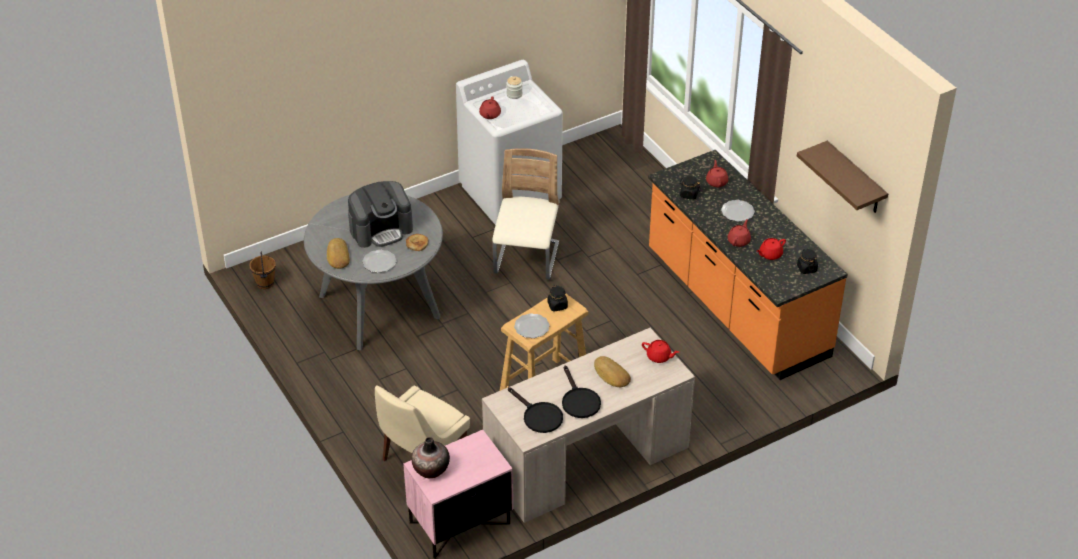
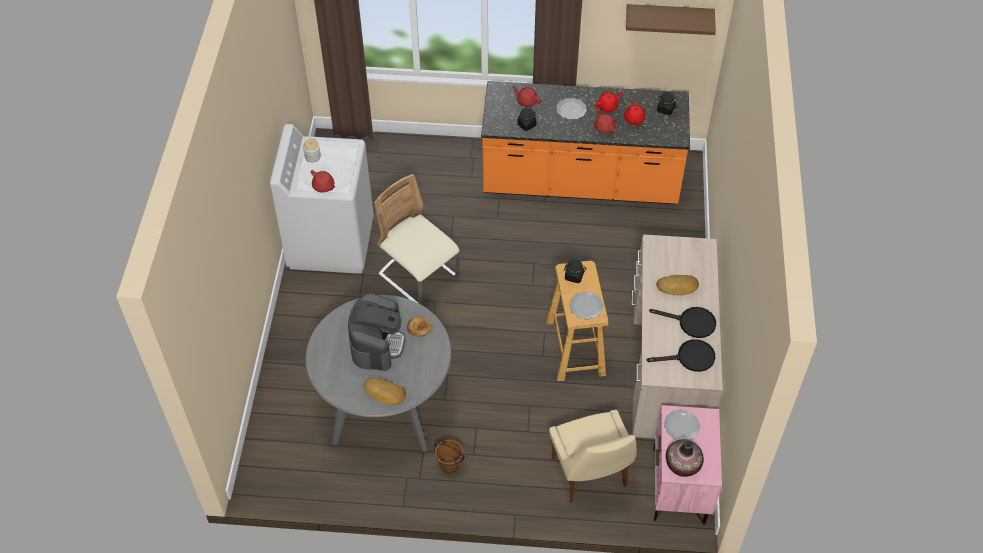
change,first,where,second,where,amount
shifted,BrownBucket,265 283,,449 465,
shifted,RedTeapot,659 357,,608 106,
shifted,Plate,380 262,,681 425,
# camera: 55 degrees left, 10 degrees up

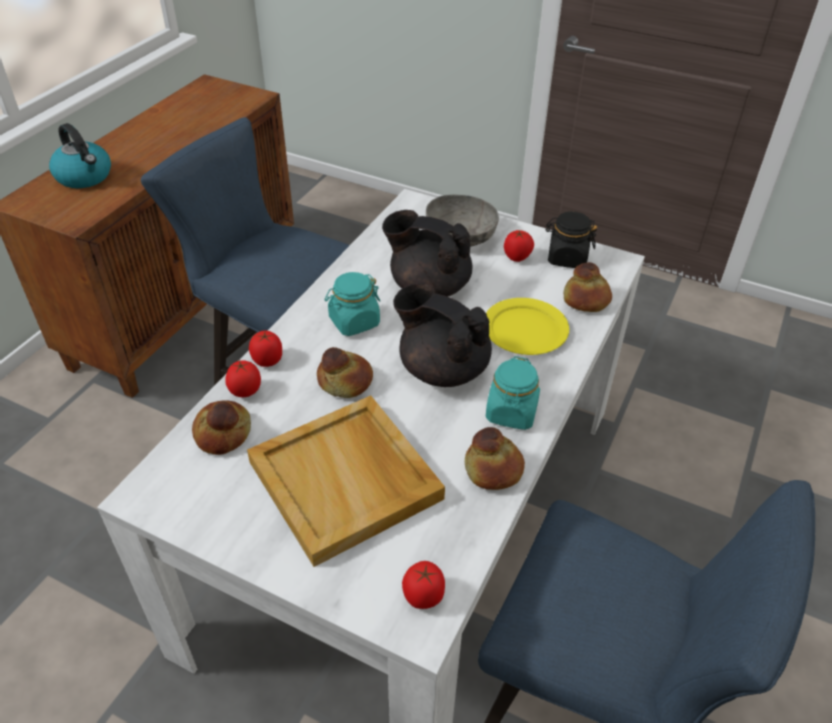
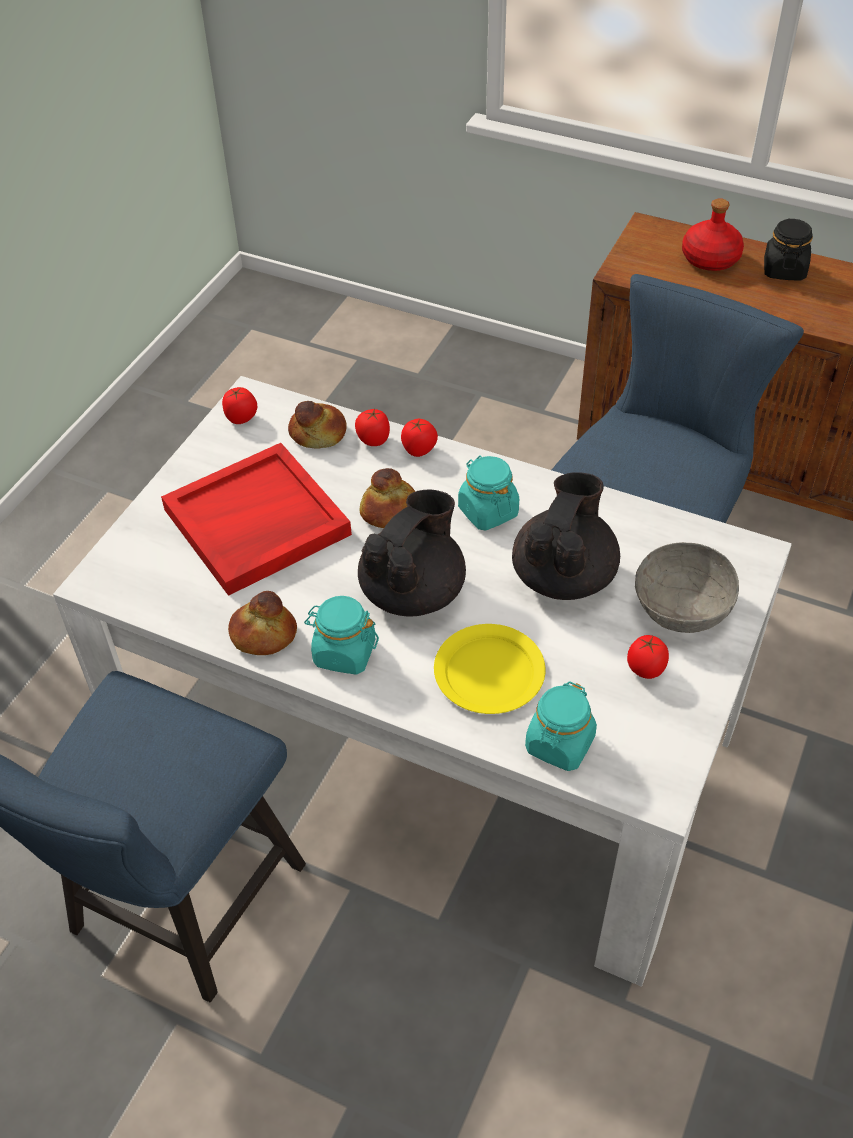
change,first,where,second,where,amount
repainted,BeigeTray,347 480,RedTray,256 523,
shifted,Tomato,423 596,,241 419,
swapped,Bread,585 300,TurquoiseJar,559 744,
swapped,Kettle,85 177,RedBottle,711 259,
shifted,BlackJar,566 258,,784 270,
# camera: 90 degrees right, 5 degrees up

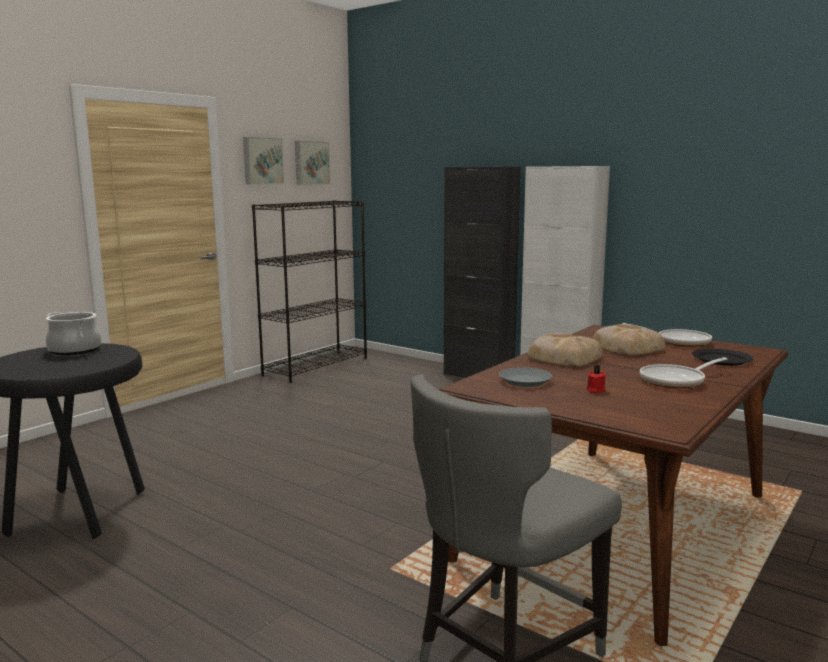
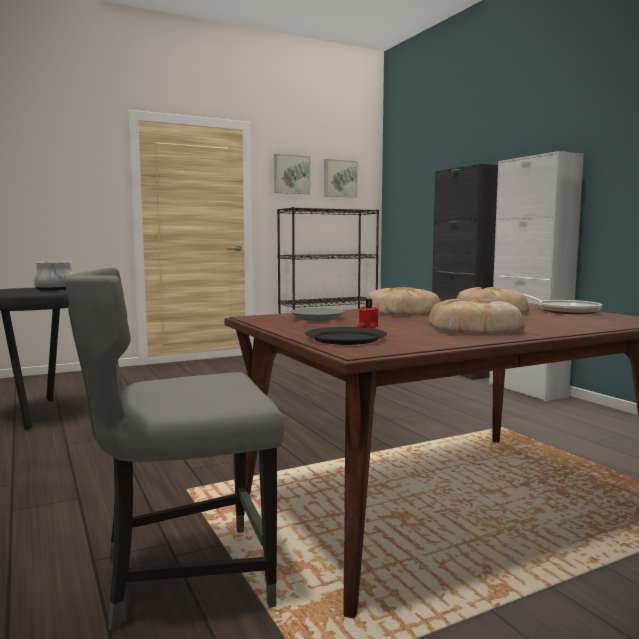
change,first,where,second,where,amount
shifted,BlackPlate,722 359,,346 339,
swapped,FryingPan,676 381,Bread,476 328,
# camera: 25 degrees right, 5 degrees down

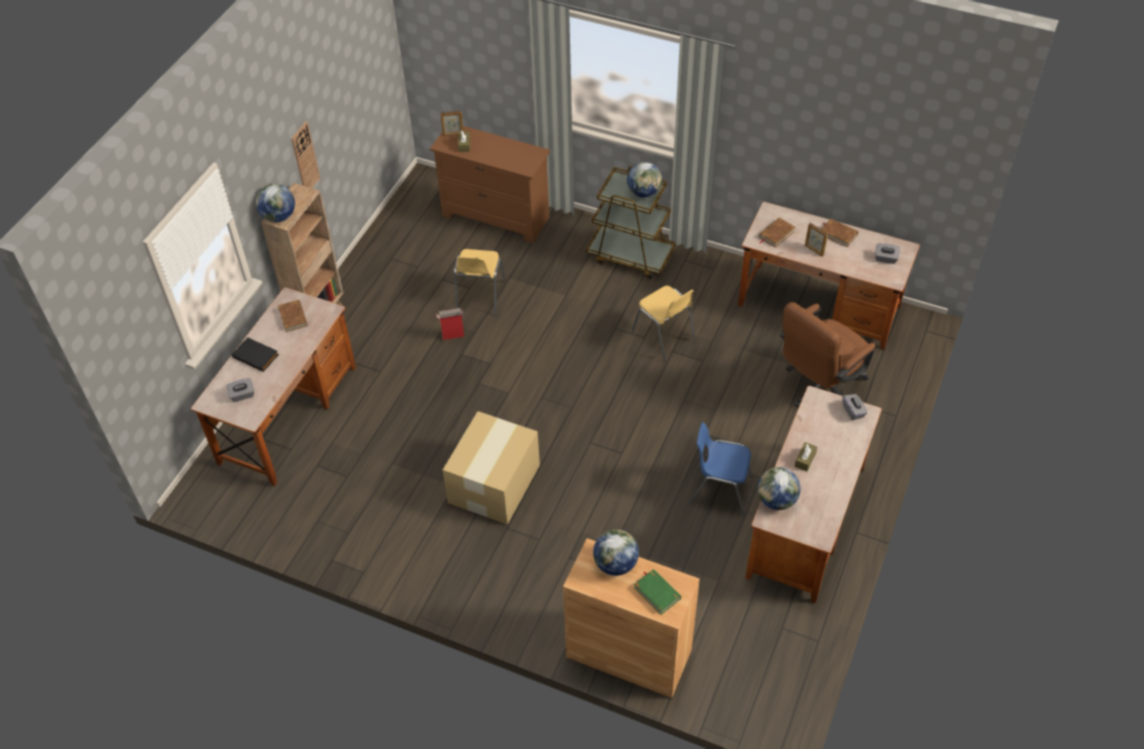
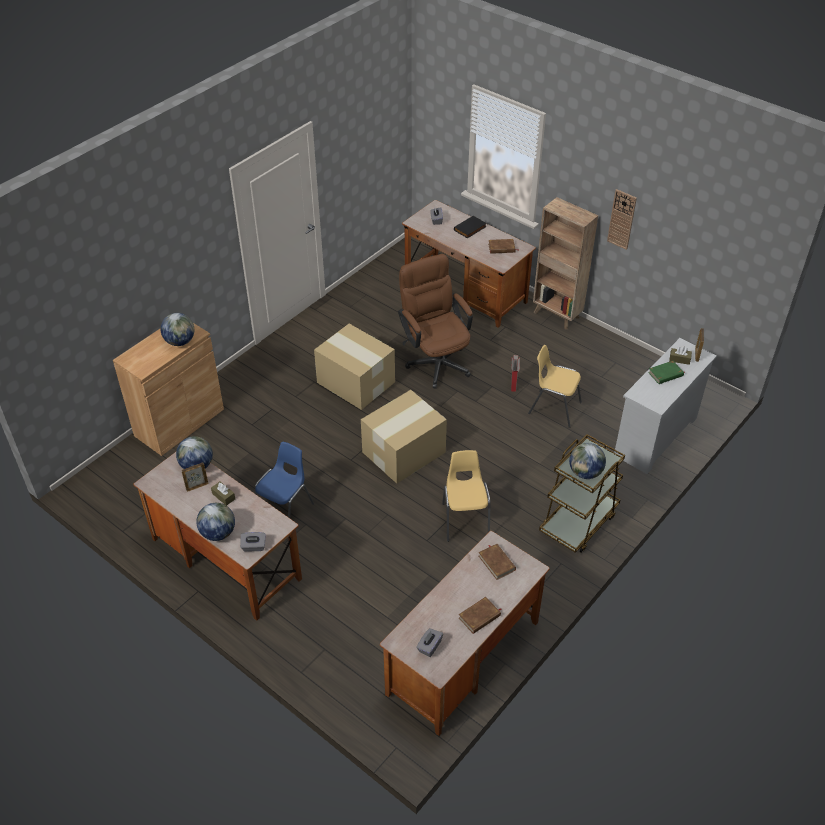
change,first,where,second,where,amount
shifted,PictureFrame,814 250,,197 486,
shifted,Globe,279 217,,218 533,
new,,,CardboardBox,402 452,
shifted,BrownOfficeChair,818 388,,435 360,
rotated,YellowChair,664 337,,465 520,105 degrees clockwise
repainted,BrownDresser,496 216,WhiteDresser,655 437,
shifted,GreenBook,657 593,,665 374,
# camera: 105 degrees right, 5 degrees down

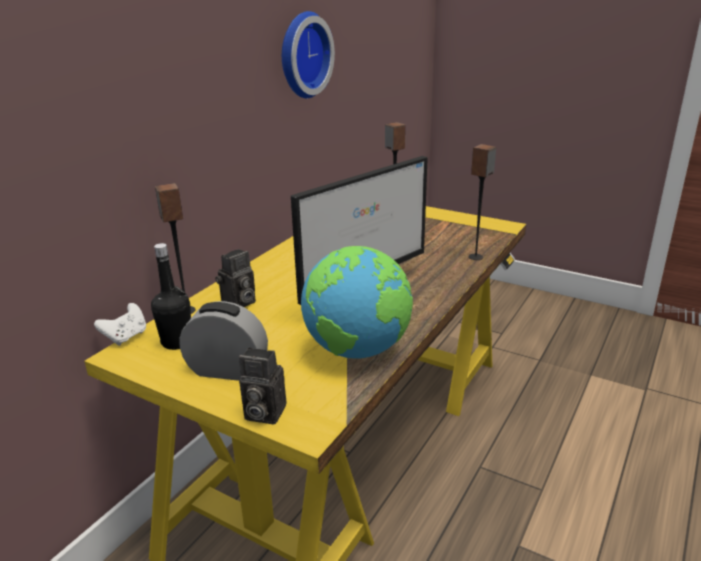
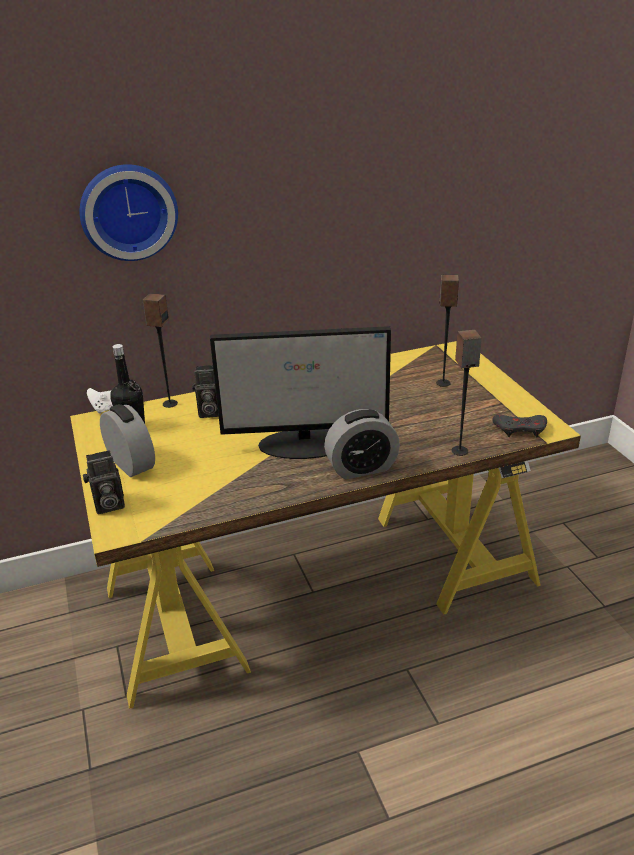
change,first,where,second,where,amount
shifted,WallClock,301 55,,128 211,
rotated,PhotoCamera,262 413,,107 505,75 degrees counterclockwise
new,,,AlarmClock,361 468,
new,,,GreyGameController,520 429,
gone,Globe,358 350,,,
# camera: 40 degrees right, 5 degrees up

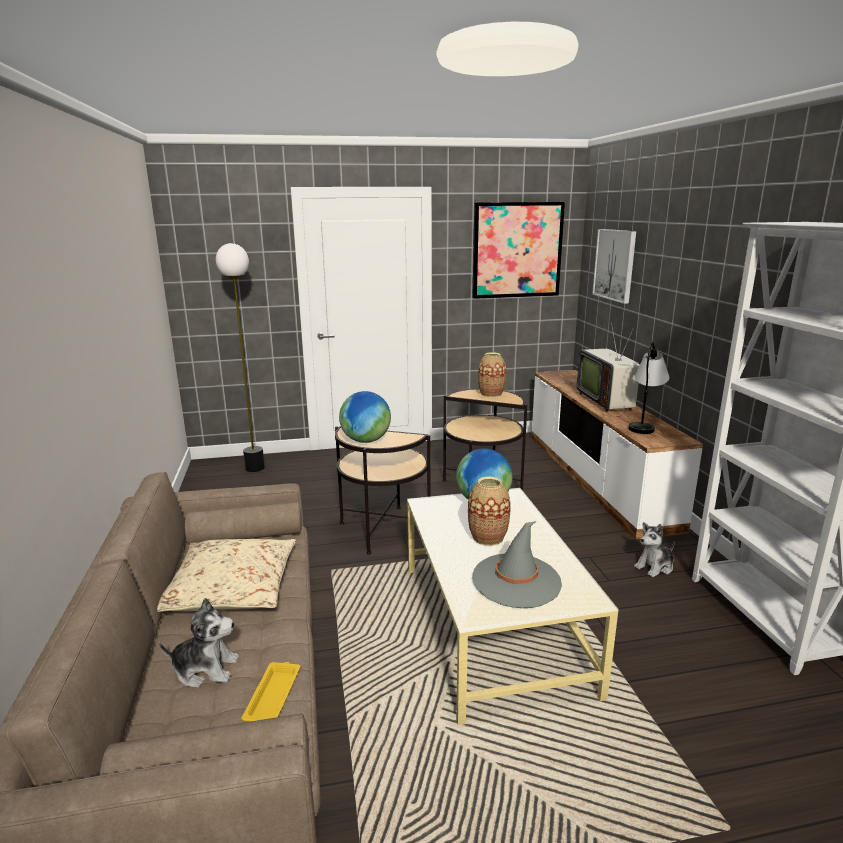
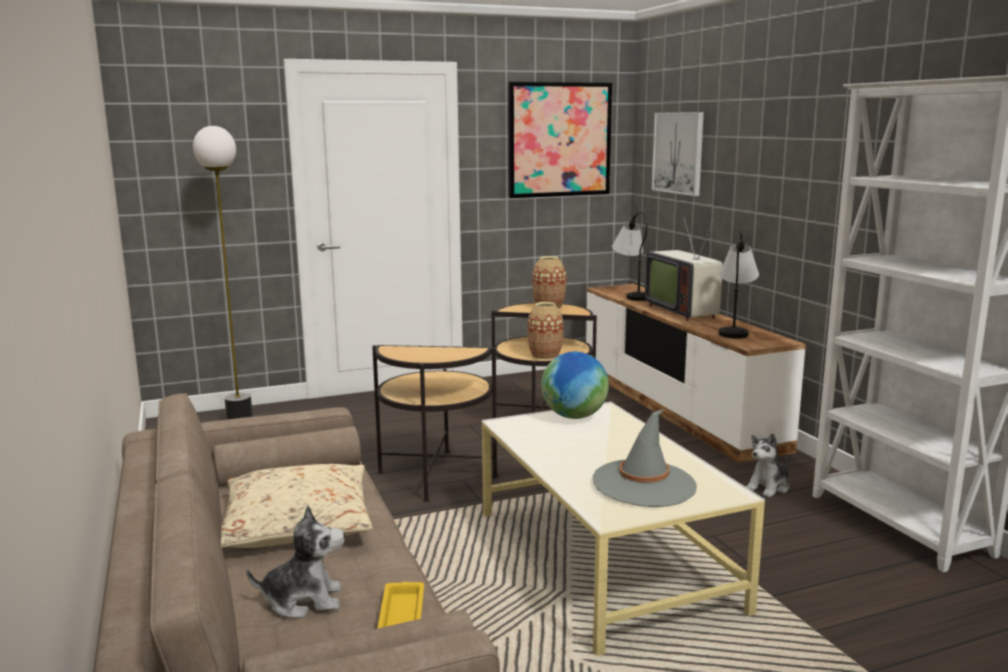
change,first,where,second,where,amount
shifted,Vase,488 537,,545 355,
new,,,TableLamp,631 295,
gone,Globe,366 441,,,
# camera: 10 degrees left, 5 degrees down

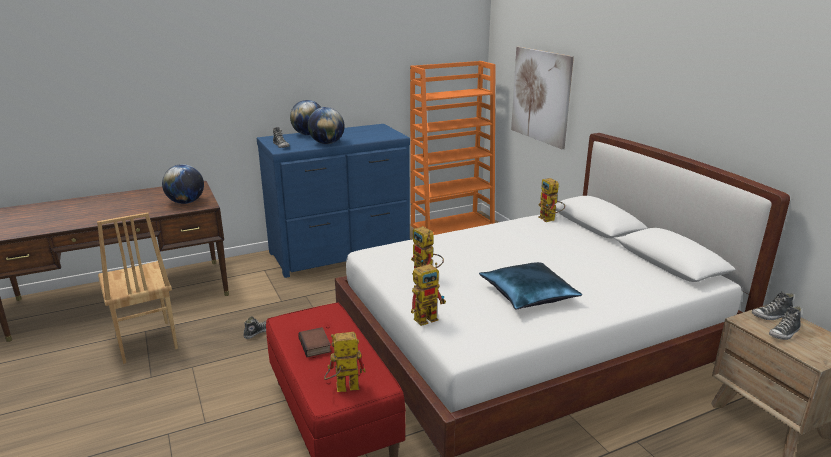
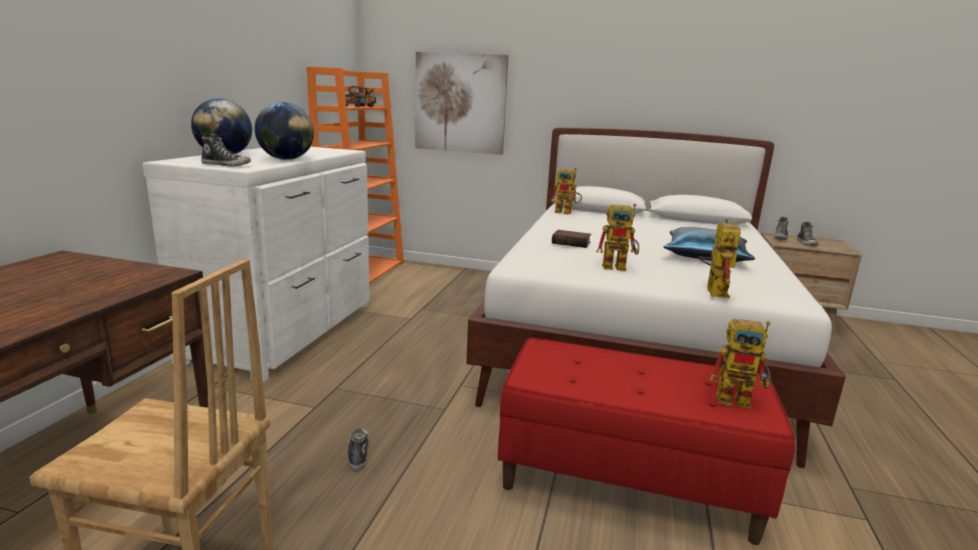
change,first,where,second,where,amount
repainted,BlueDresser,340 253,WhiteDresser,287 331,
new,,,ToyTruck,361 106,
shifted,Book,316 345,,572 242,
rotated,ToyRobot,342 389,,740 400,105 degrees counterclockwise
gone,Globe,186 202,,,
# camera: 50 degrees left, 5 degrees down

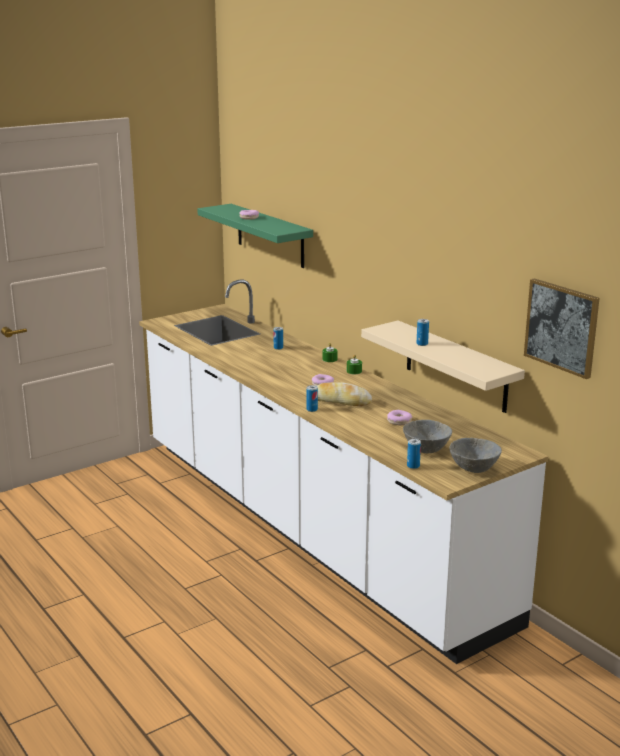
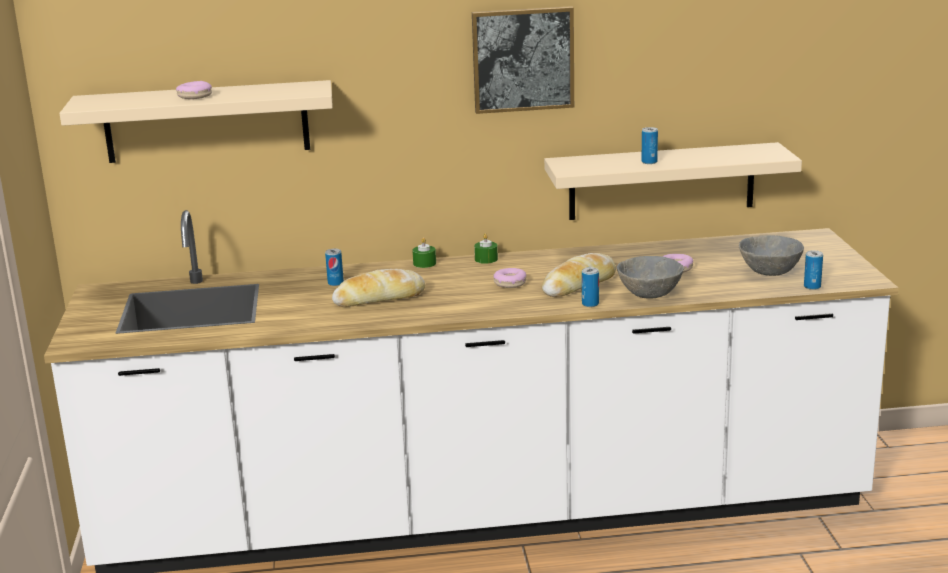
change,first,where,second,where,amount
repainted,GreenShelf,270 235,BeigeShelf,206 122,
new,,,Bread,379 298,
shifted,Picture,562 327,,523 59,
shifted,GreyBowl,474 468,,649 294,
# camera: 60 degrees left, 0 degrees up

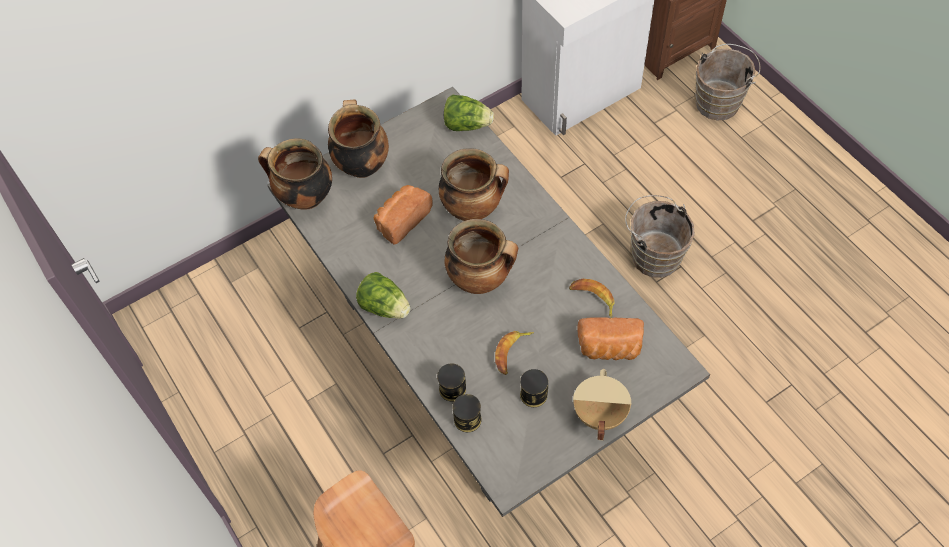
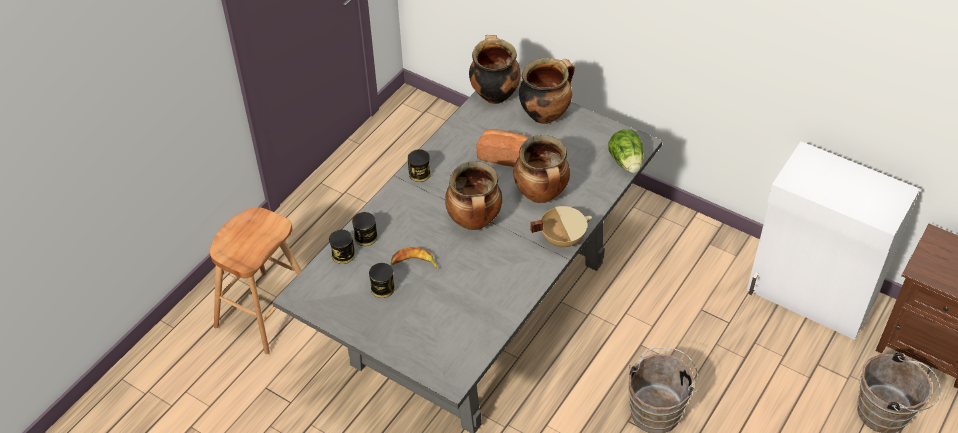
change,first,where,second,where,amount
swapped,Lettuce,385 307,Can,419 174,
shifted,BeigeCookingPot,598 413,,561 239,
gone,Banana,593 299,,,
gone,Bread,609 349,,,
# camera: 65 degrees right, 10 degrees down

